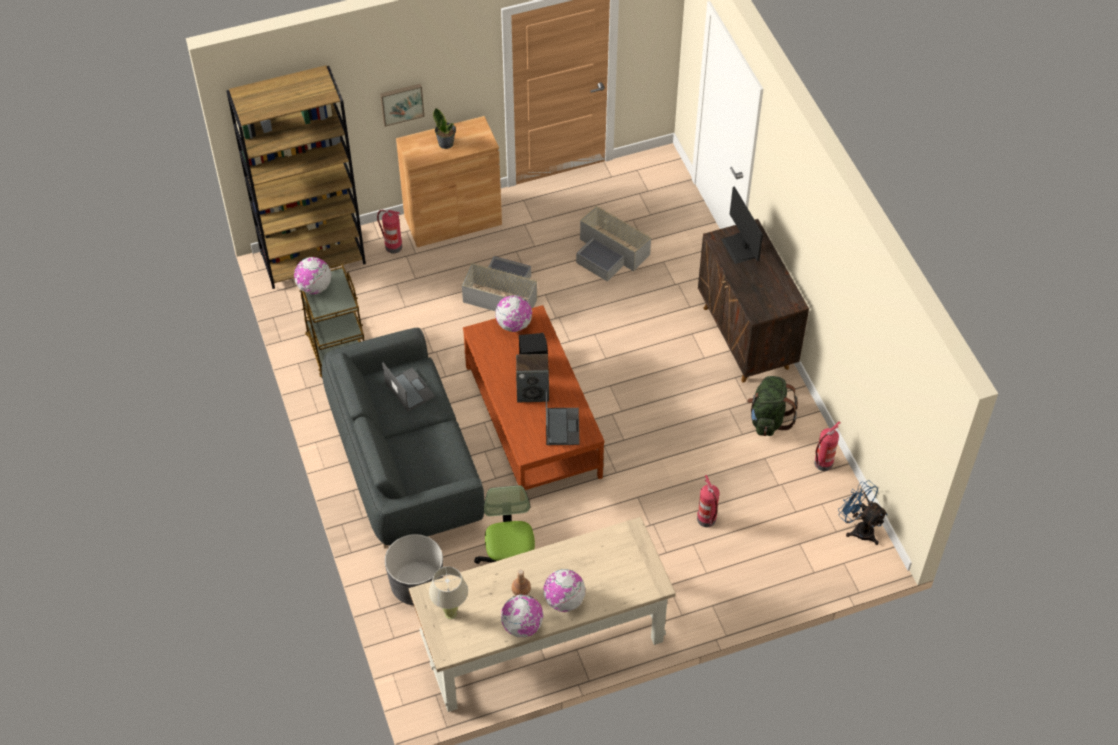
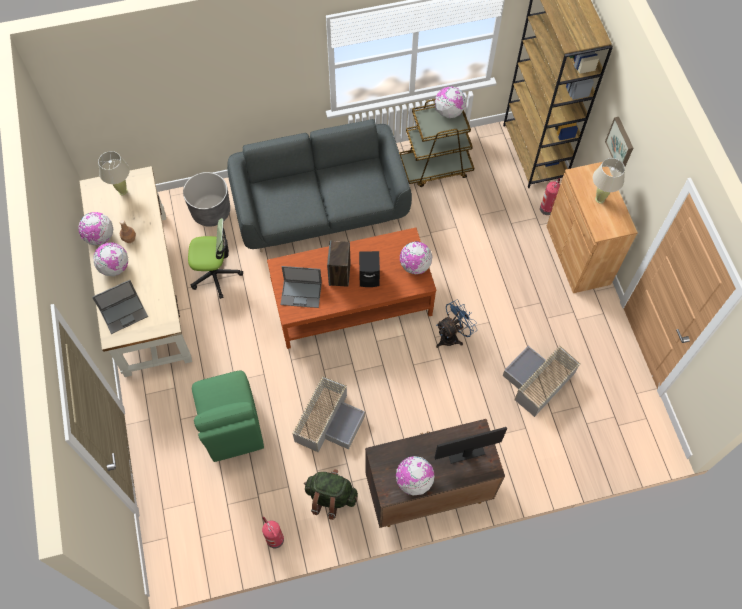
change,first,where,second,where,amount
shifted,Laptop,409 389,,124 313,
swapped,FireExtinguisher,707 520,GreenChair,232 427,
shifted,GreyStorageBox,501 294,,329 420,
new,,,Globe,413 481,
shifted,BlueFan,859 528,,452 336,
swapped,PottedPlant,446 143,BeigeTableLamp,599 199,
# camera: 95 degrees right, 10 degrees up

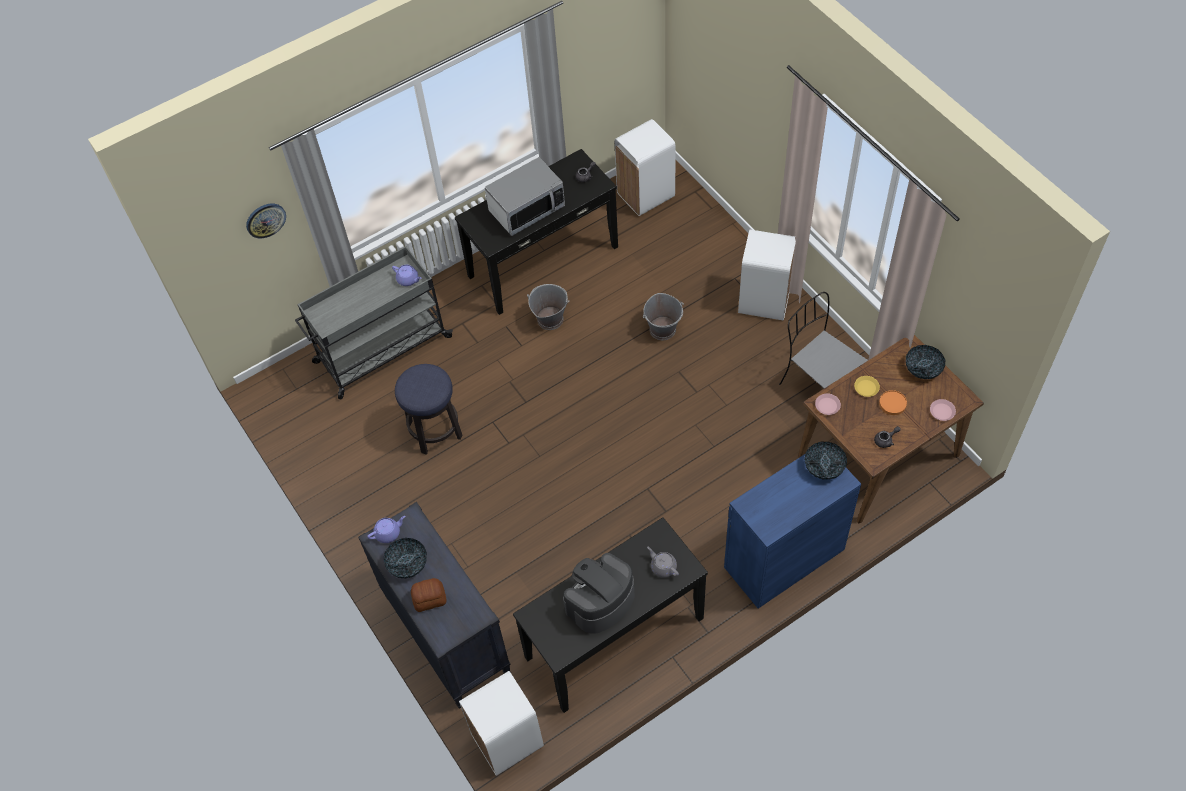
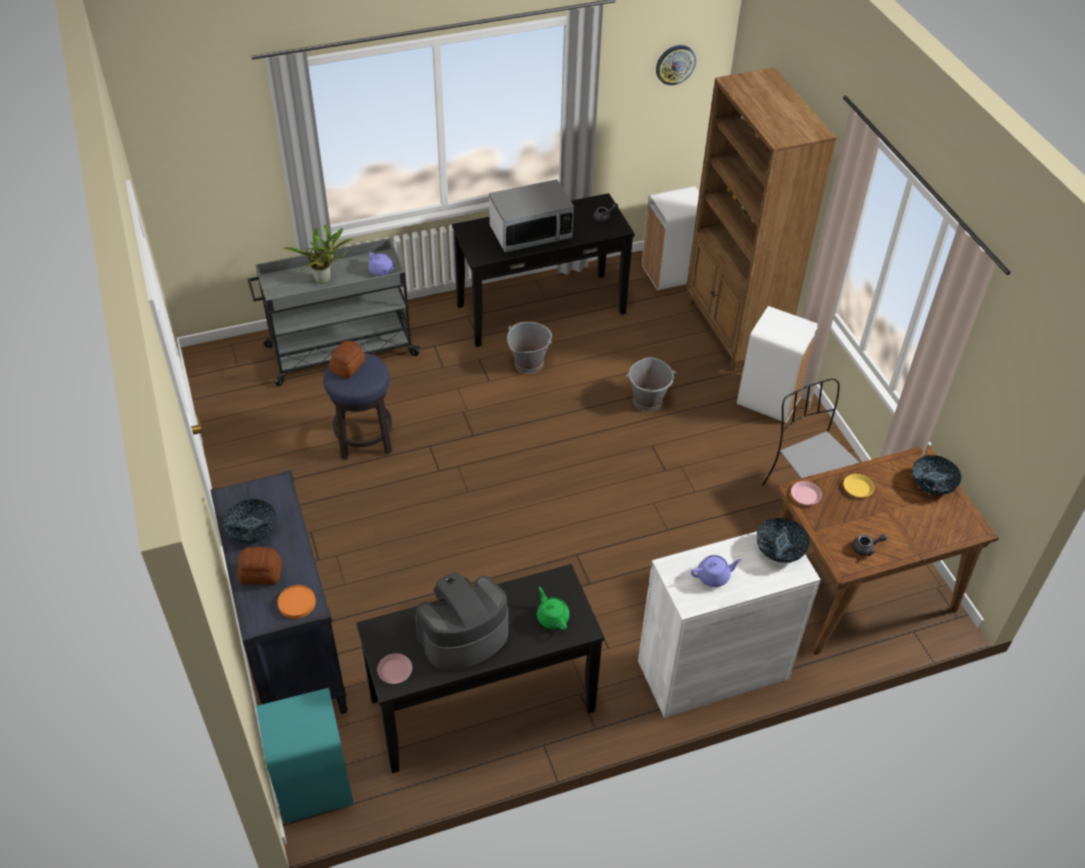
change,first,where,second,where,amount
repainted,WhiteTrashCan,508 741,TurquoiseTrashCan,315 787,
shifted,OrangePlate,892 403,,297 603,
new,,,PottedPlant,325 279,
new,,,Bread,348 366,
shifted,PinkPlate,942 411,,395 670,
repainted,GreyTeapot,663 567,GreenTeapot,552 617,
repainted,BlueCabinet,784 558,WhiteCabinet,713 670,
shifted,WallClock,265 220,,675 64,
new,,,BrownBookcase,733 330,
shifted,PurpleTeapot,388 533,,714 576,
# camera: 10 degrees right, 10 degrees down

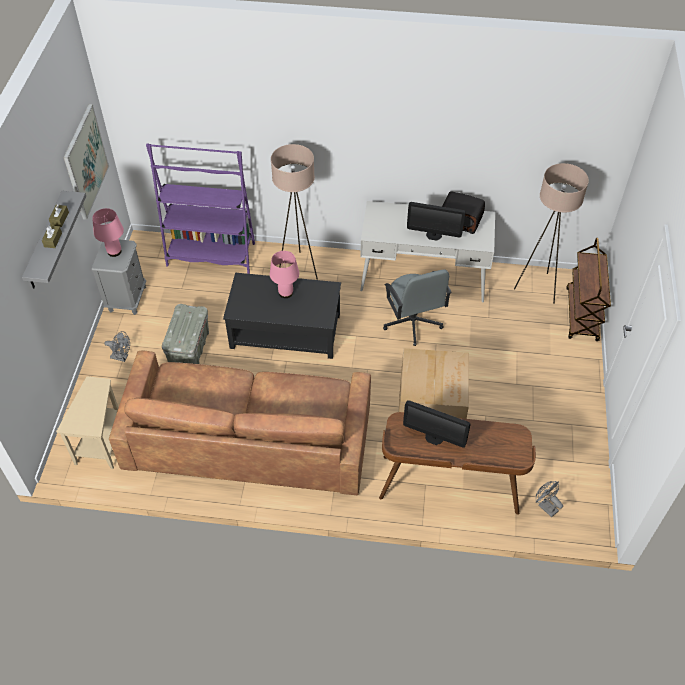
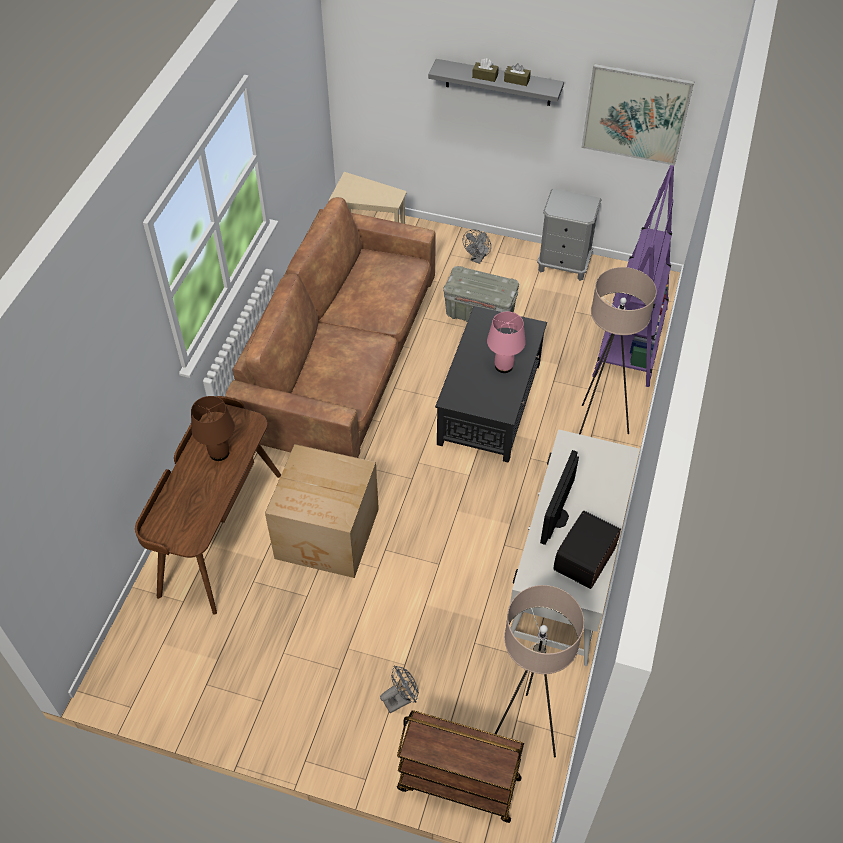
change,first,where,second,where,amount
swapped,Monitor,434 437,BrownTableLamp,219 453,
shifted,GreyFan,545 506,,400 700,
gone,PinkTableLamp,114 251,,,
gone,GreyOfficeChair,412 322,,,
# camera: 100 degrees right, 0 degrees up

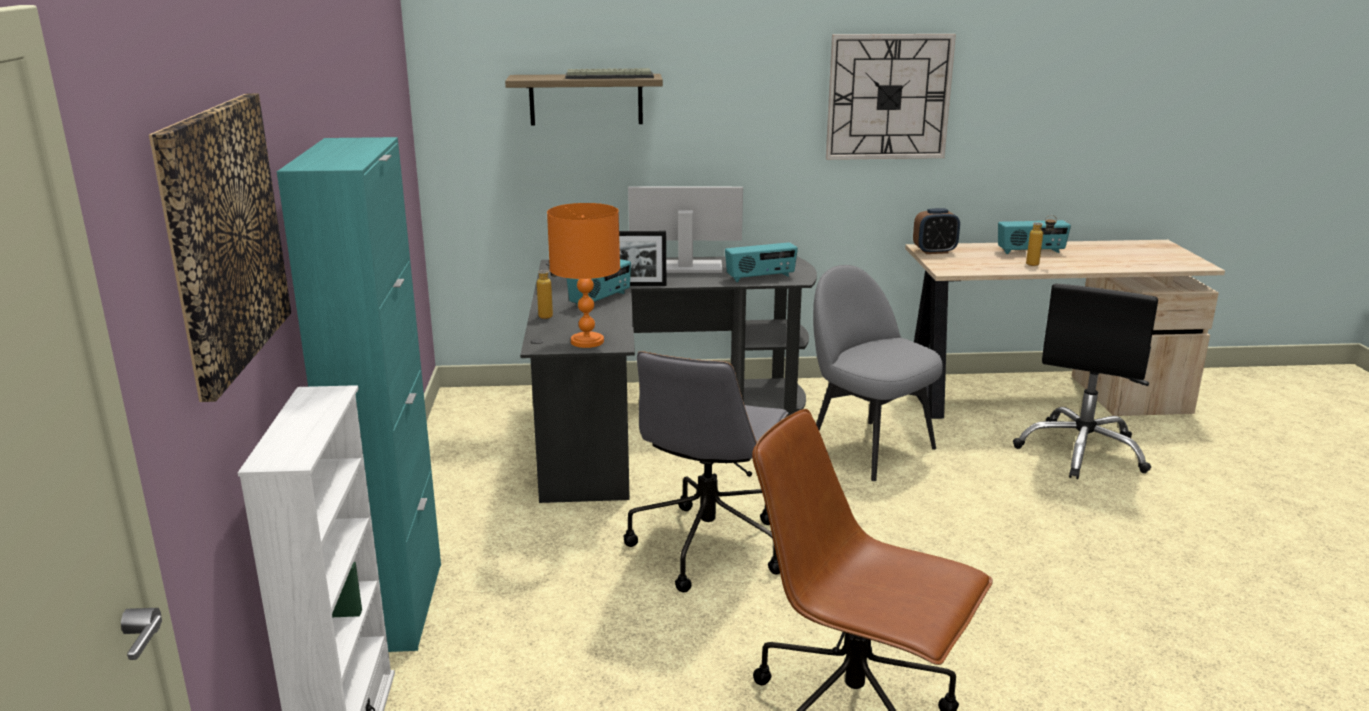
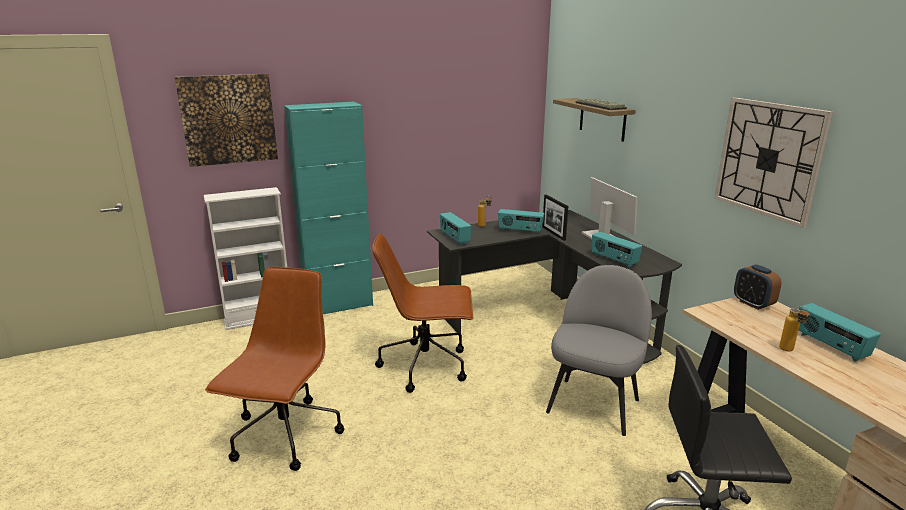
change,first,where,second,where,amount
repainted,GreyOfficeChair,708 545,BrownOfficeChair,426 366,
swapped,OrangeTableLamp,588 341,Radio,454 238,
# camera: 70 degrees right, 0 degrees up

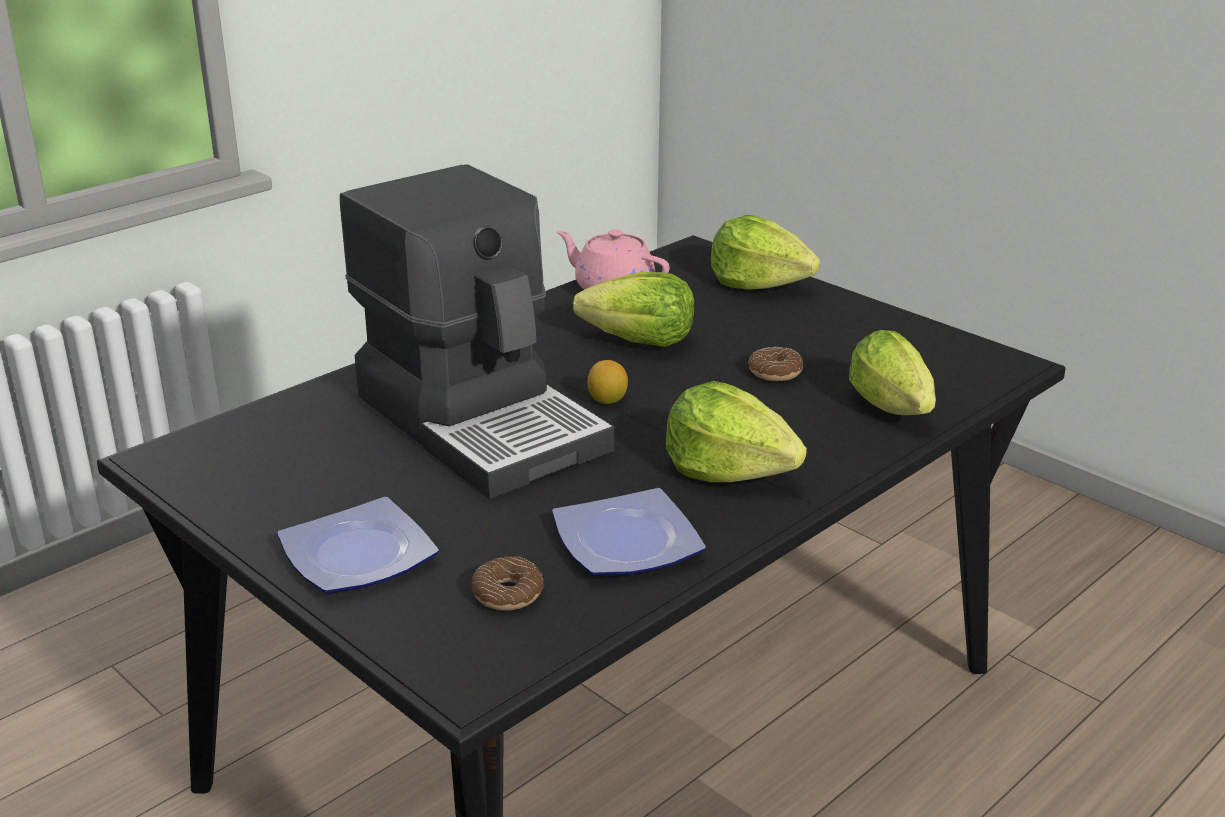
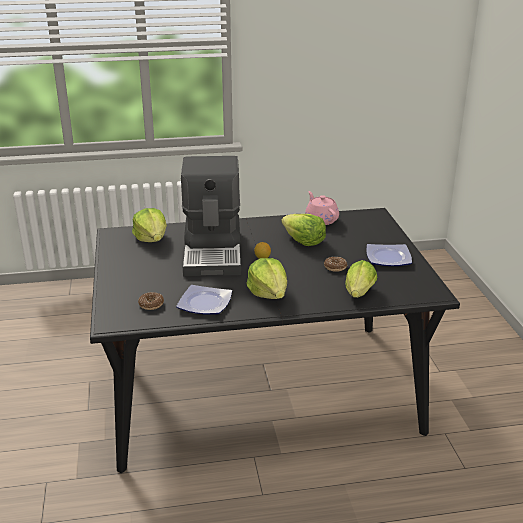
change,first,where,second,where,amount
shifted,Lettuce,759 283,,152 239,
shifted,Plate,355 555,,387 257,
# camera: 35 degrees right, 0 degrees up

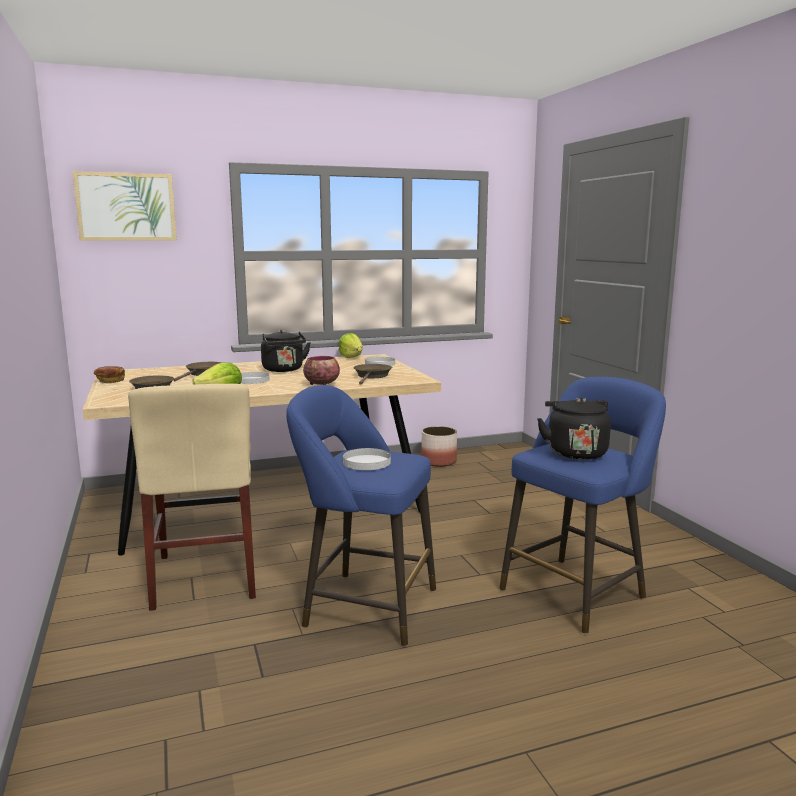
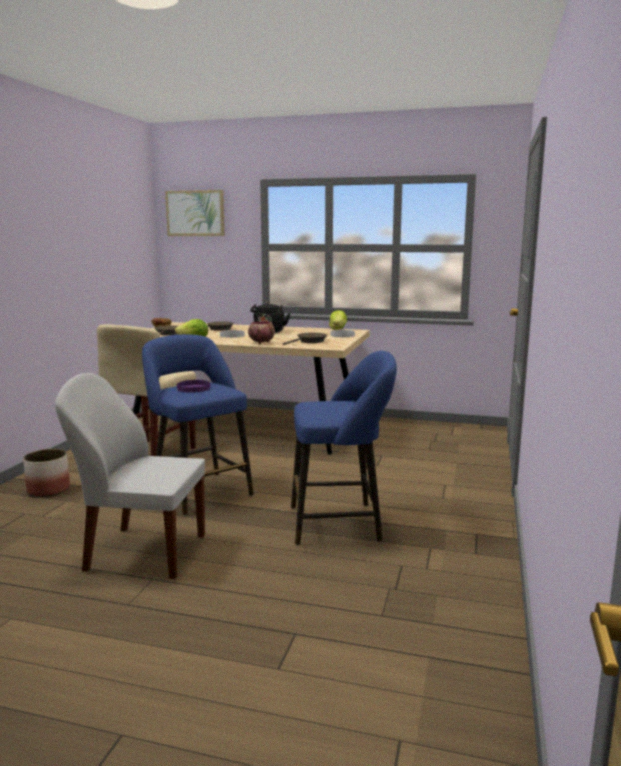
change,first,where,second,where,amount
shifted,Planter,438 461,,49 489,
new,,,WhiteChair,143 552,
repainted,WhitePlate,366 462,PurplePlate,193 388,
gone,BlackKettle,575 452,,,
# camera: 35 degrees right, 0 degrees up

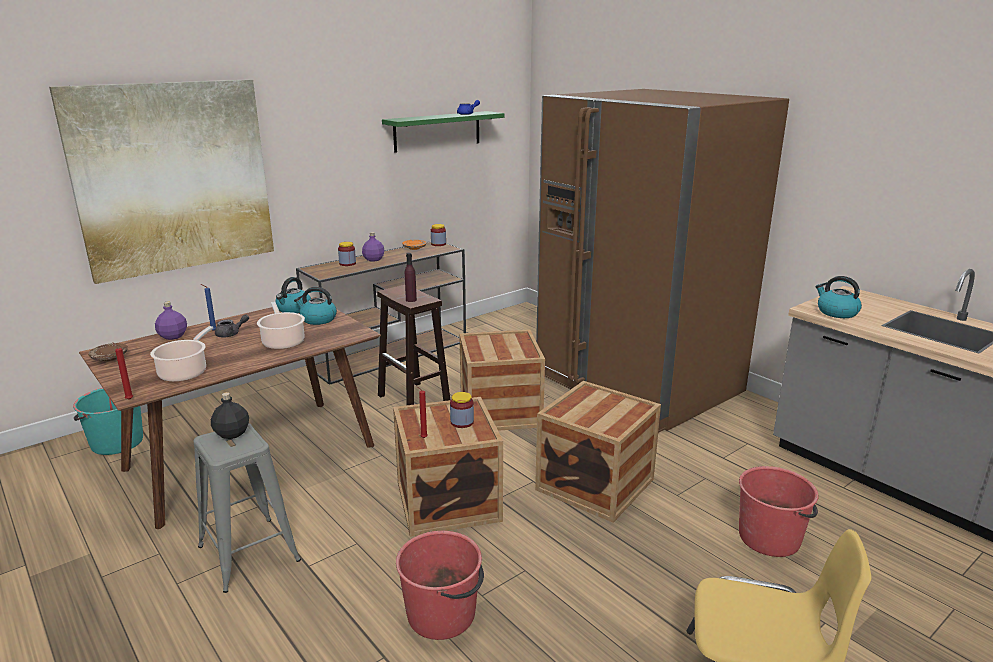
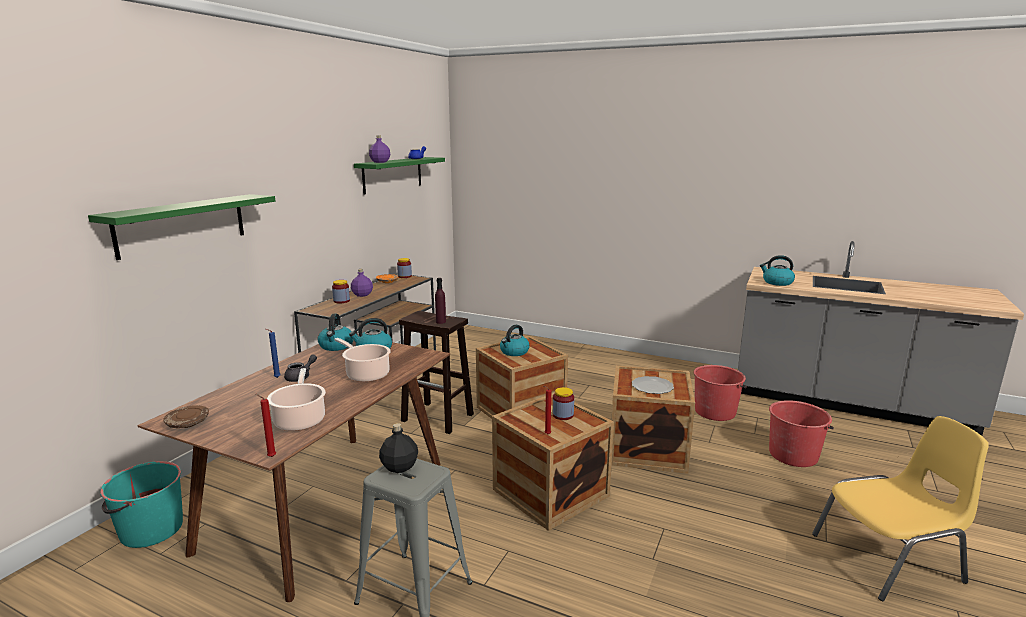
change,first,where,second,where,amount
swapped,Picture,173 178,GreenShelf,182 225,
shifted,PurpleBottle,173 336,,380 162,
new,,,Kettle,514 352,
new,,,Plate,651 387,
shifted,RedBucket,442 614,,715 412,
gone,BrownFridge,638 383,,,
# camera: 25 degrees left, 5 degrees down

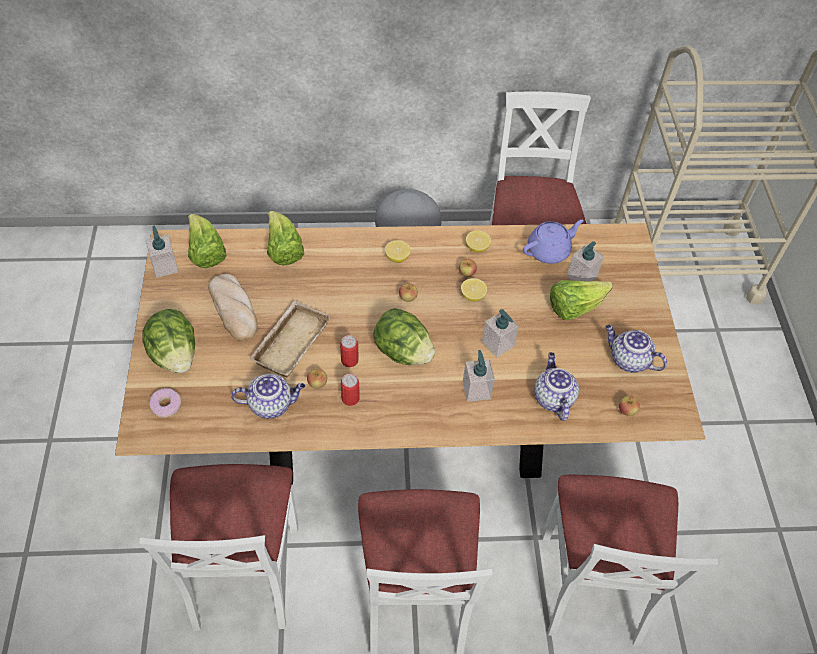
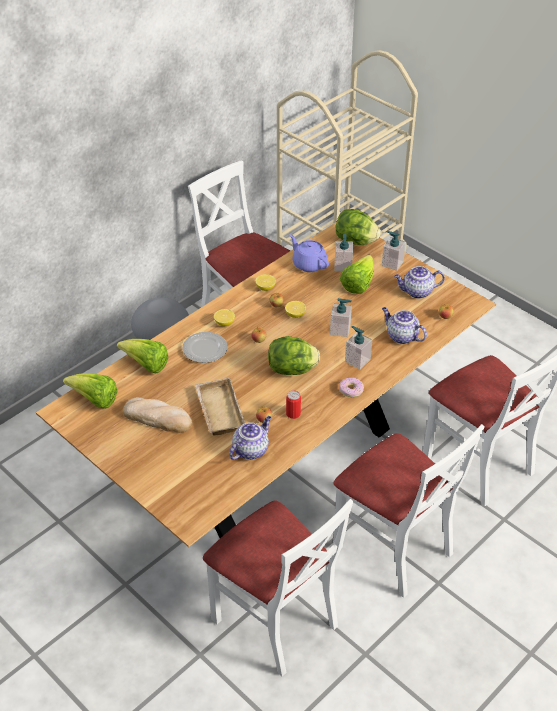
change,first,where,second,where,amount
new,,,Plate,205 349,
rotated,PurpleTeapot,549 251,,308 264,60 degrees counterclockwise
shifted,Lettuce,175 355,,356 241,
shifted,Donut,166 405,,351 390,
shifted,SoapDispenser,165 266,,392 263,
gone,Can,349 360,,,
# camera: 40 degrees left, 10 degrees down

